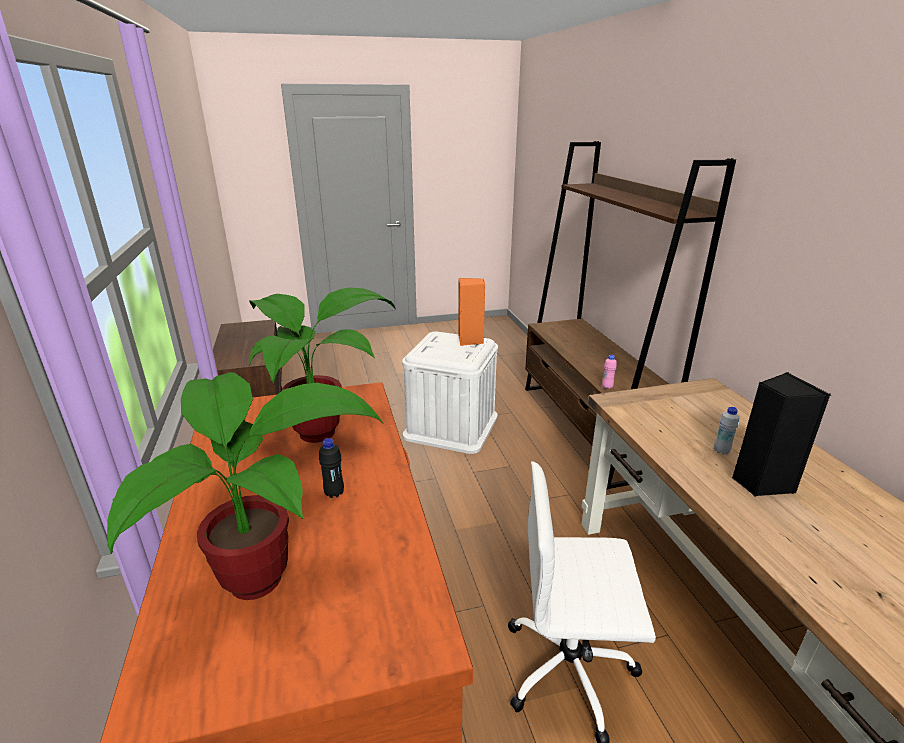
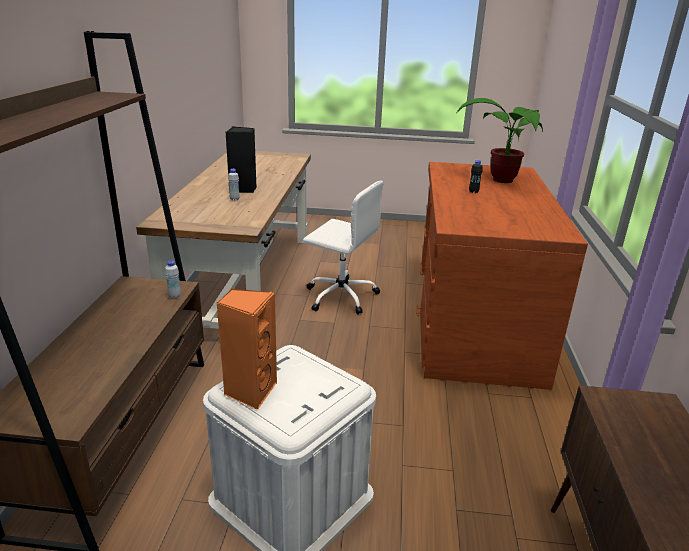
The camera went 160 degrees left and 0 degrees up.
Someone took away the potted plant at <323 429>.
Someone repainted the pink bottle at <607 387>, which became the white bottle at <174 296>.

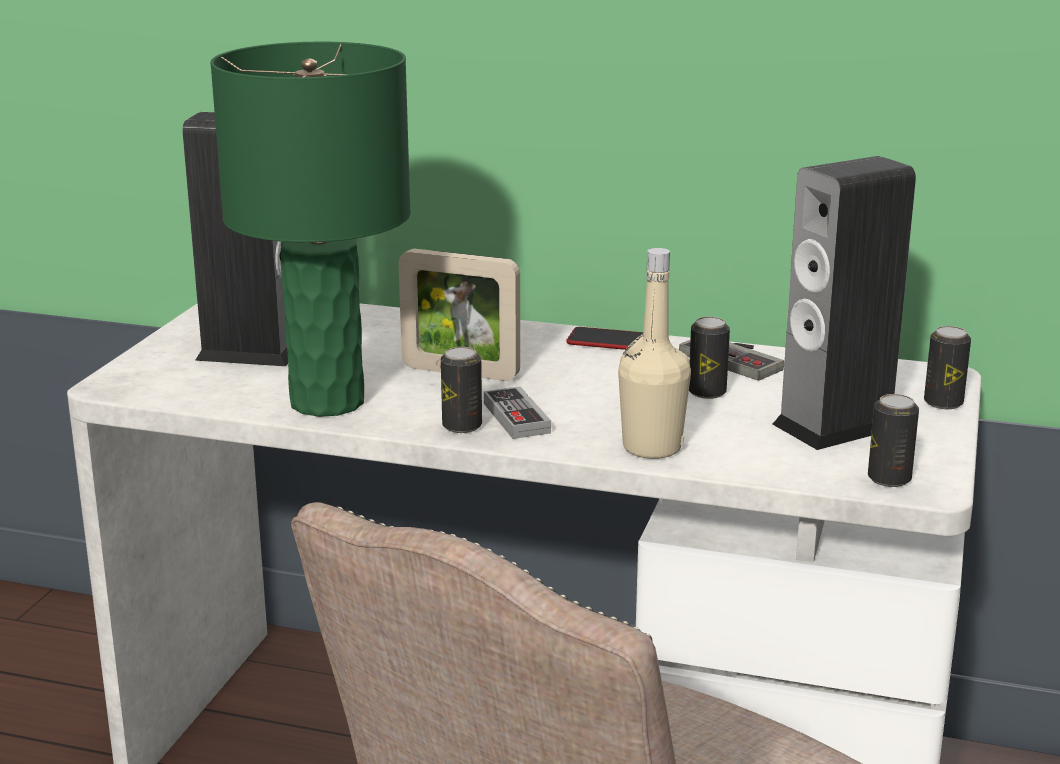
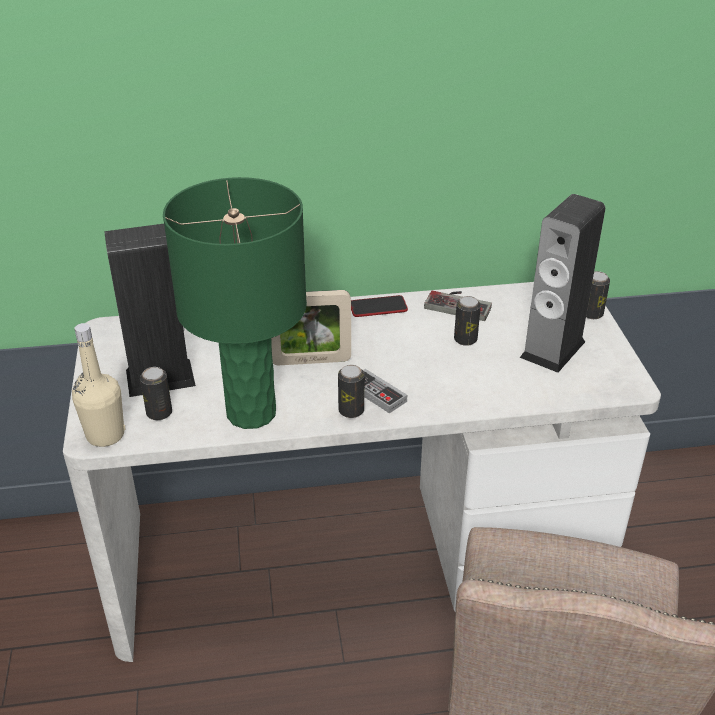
The camera went 25 degrees left and 15 degrees up.
Someone carried the beige bottle from <652 448> to <105 435>.
Someone carried the can from <889 479> to <159 413>.

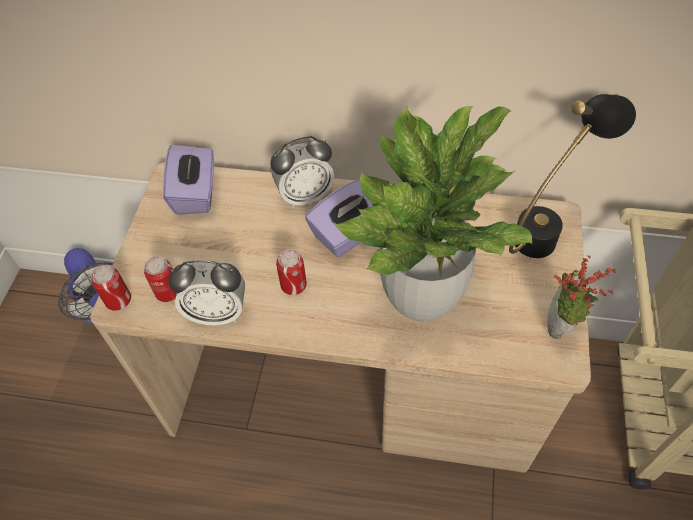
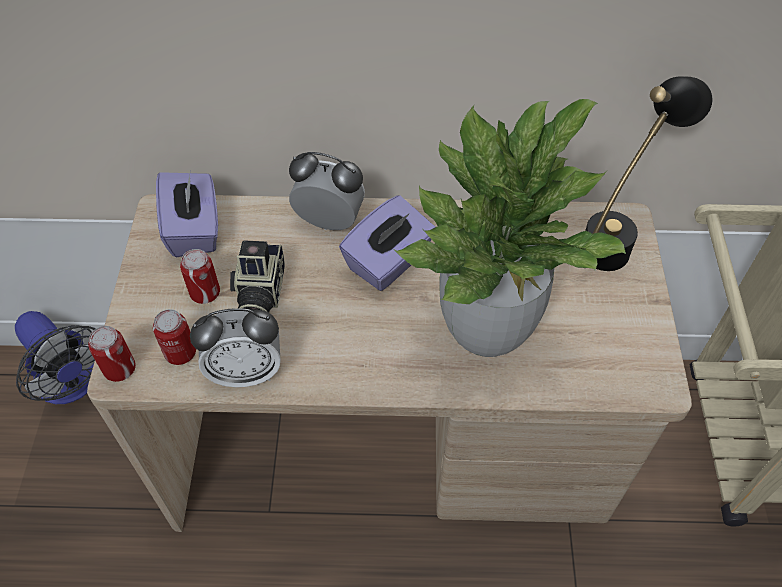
The camera went 10 degrees left and 0 degrees up.
Someone rotated the alarm clock at <305 196> by 135 degrees counterclockwise.
Someone carried the can from <293 285> to <205 293>.
Someone took away the potted plant at <561 328>.
Someone put down the photo camera at <259 293>.

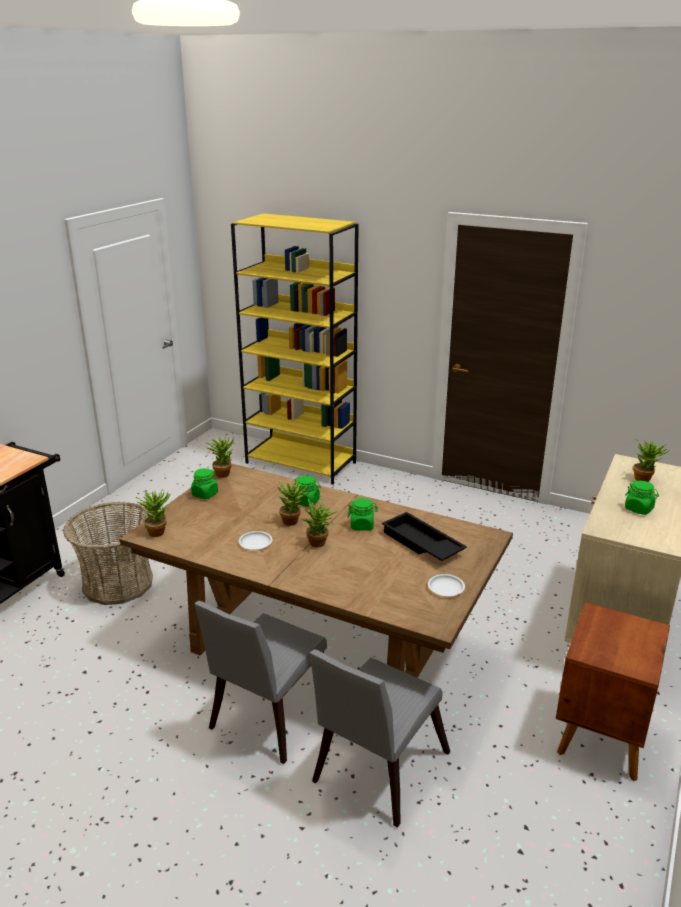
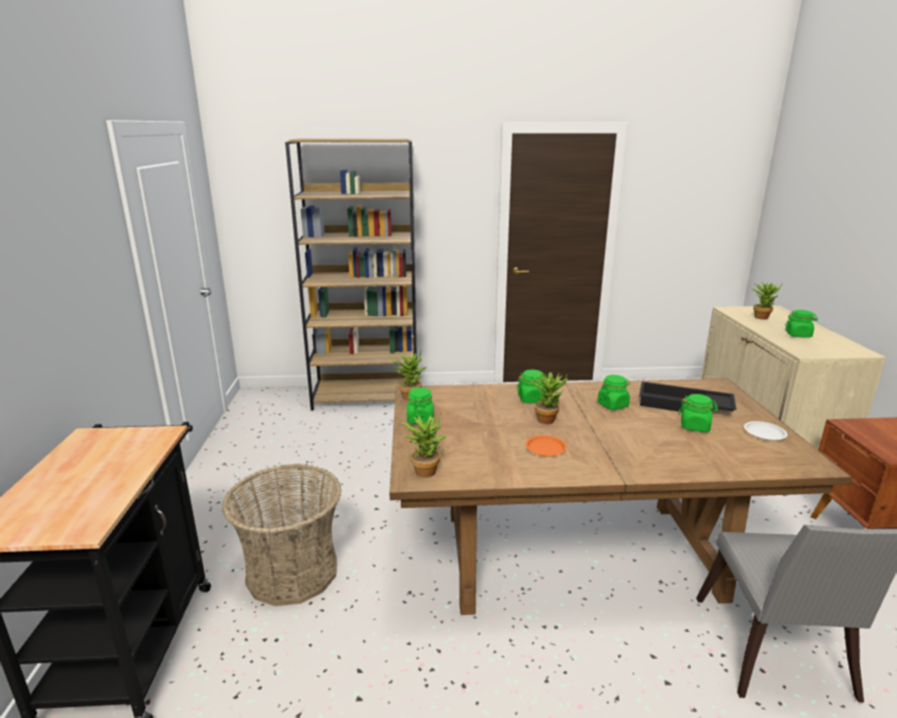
The camera went 30 degrees left and 5 degrees down.
Someone repainted the yellow bookcase at <301 463>, which became the brown bookcase at <367 397>.
Someone took away the potted plant at <319 544>.
Someone repainted the white plate at <255 542>, which became the orange plate at <545 448>.
Someone took away the grey chair at <268 718>.
Someone put down the green jar at <695 426>.

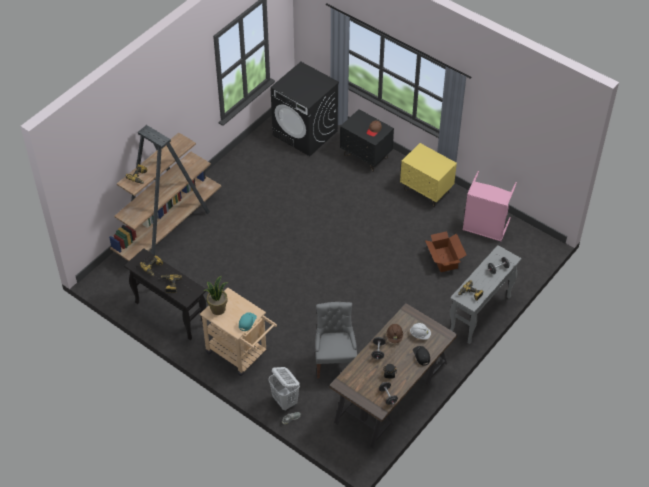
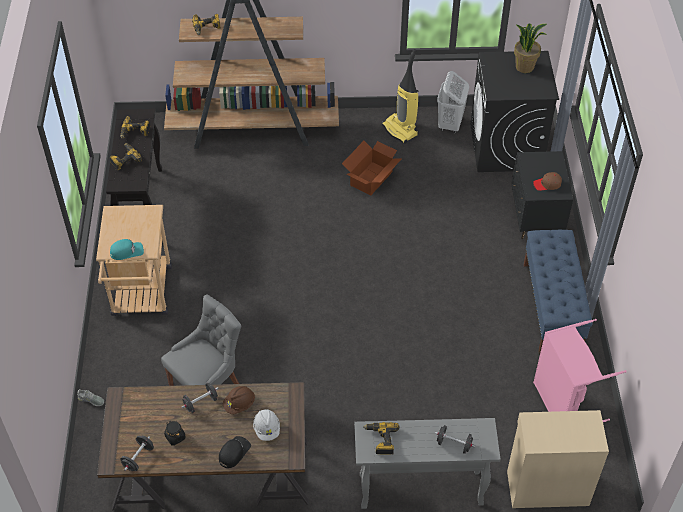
The camera went 50 degrees right and 0 degrees up.
Someone swapped the yellow nightstand at <426 191> for the blue bench at <551 307>.
Someone carried the cardboard box from <444 259> to <371 178>.
Someone carried the potted plant from <218 309> to <524 67>.
Someone carried the white laundry basket from <285 401> to <450 124>.
Someone put down the vacuum cleaner at <401 130>.
Someone put down the beige cabinet at <546 487>.

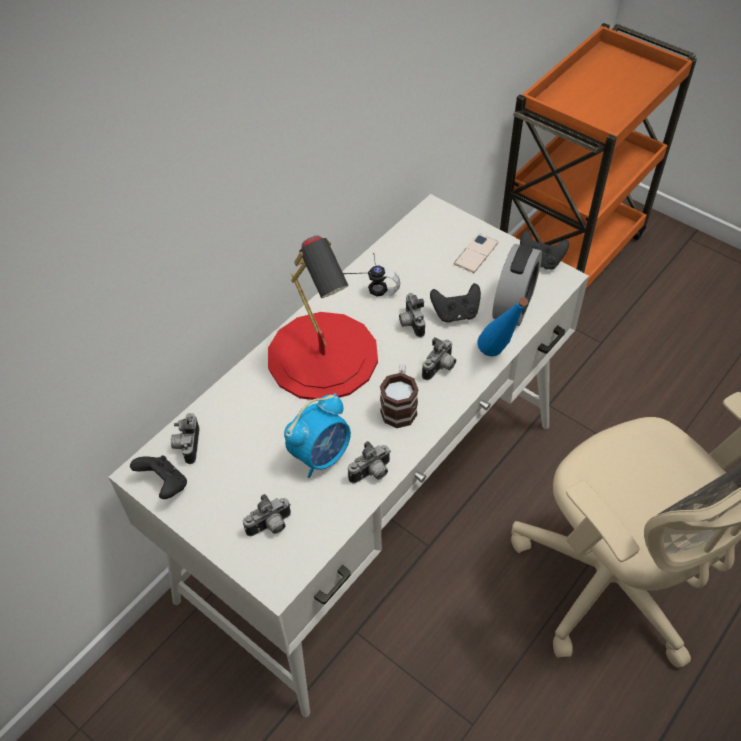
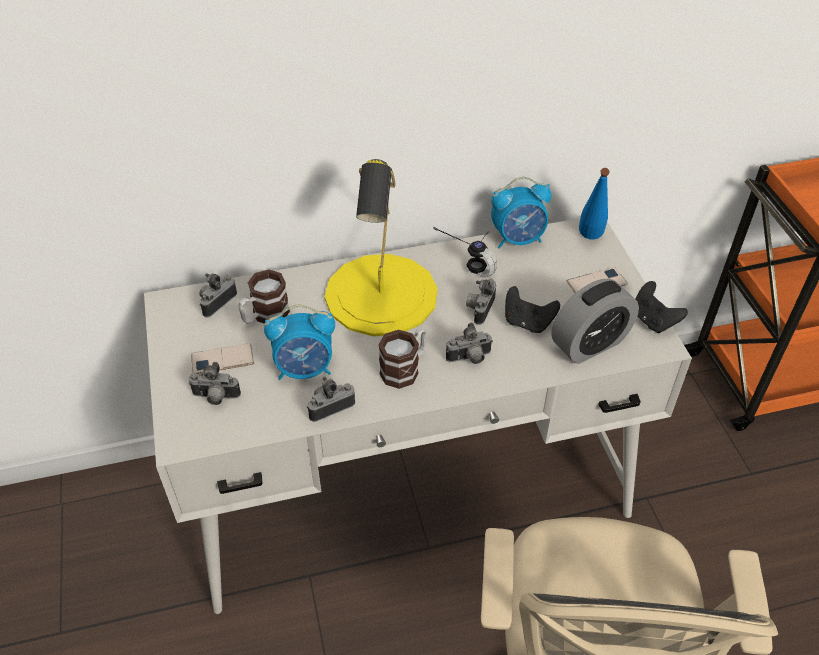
The camera went 35 degrees right and 5 degrees down.
Someone repainted the red table lamp at <323 356>, which became the yellow table lamp at <381 294>.
Someone carried the blue bottle from <498 358> to <589 241>.
Someone rotated the photo camera at <372 473> by 150 degrees clockwise.
Someone took away the black game controller at <165 485>.
Someone put down the alarm clock at <518 239>.
Someone put down the mug at <264 316>.
Someone put down the phone at <222 359>.

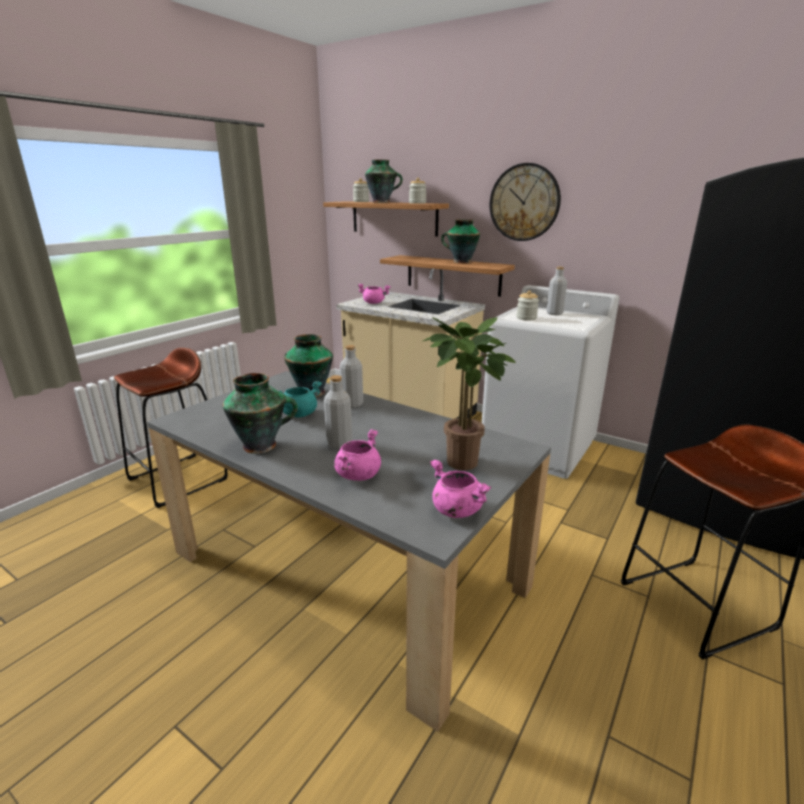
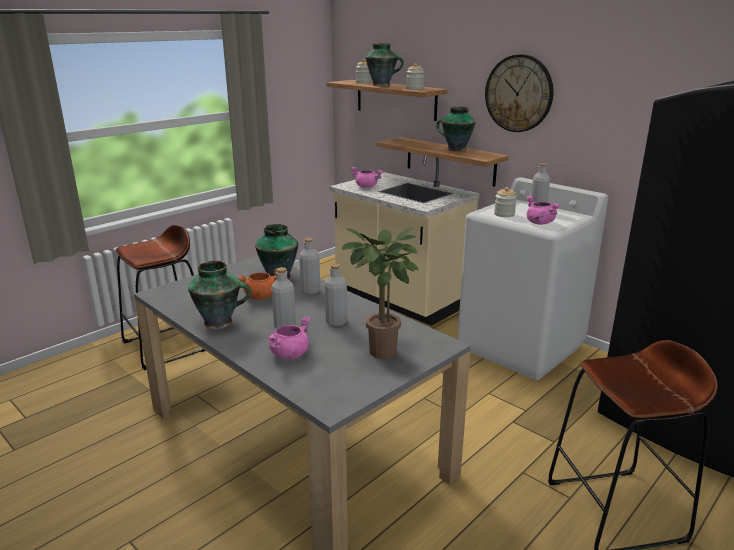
The camera went 10 degrees right and 0 degrees up.
Someone repainted the turquoise cooking pot at <299 414>, which became the orange cooking pot at <261 296>.
Someone carried the pink cooking pot from <456 509> to <539 223>.
Someone put down the grey bottle at <336 322>.

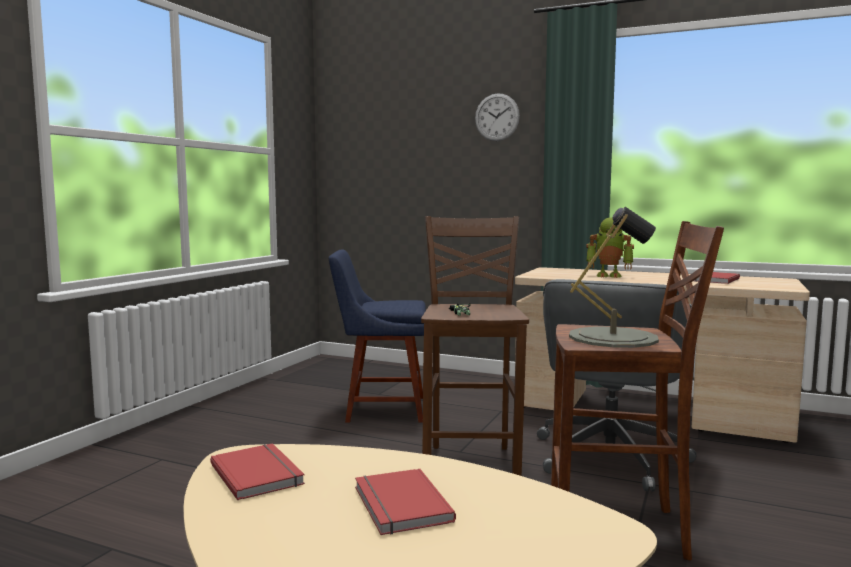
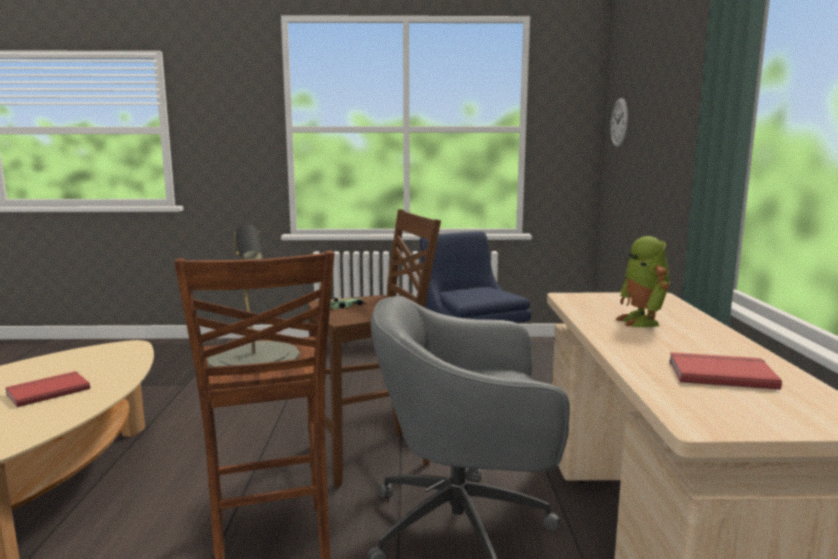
The camera went 65 degrees right and 5 degrees up.
Someone carried the wall clock from <497 117> to <619 123>.
Someone took away the red book at <259 473>.

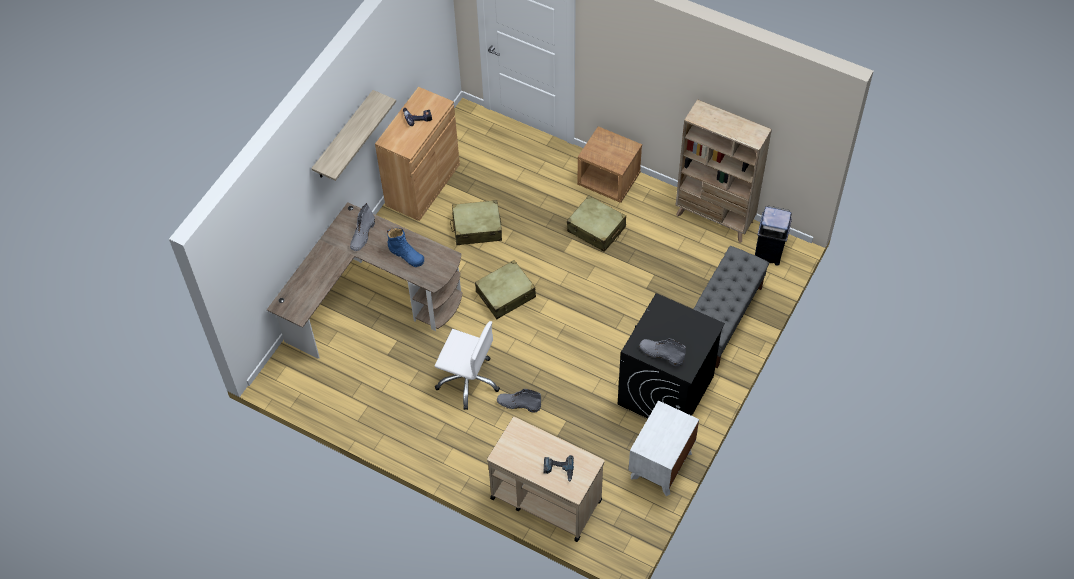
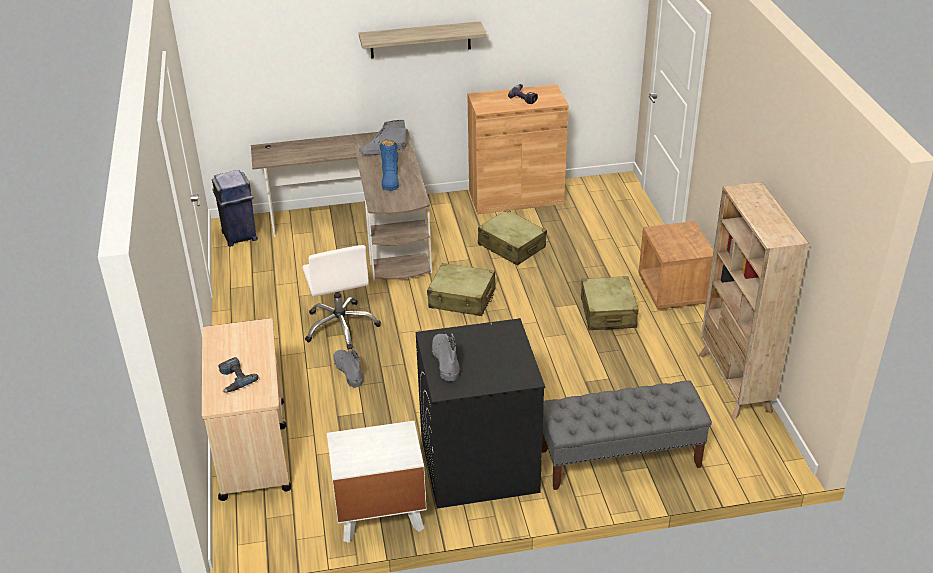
The camera went 50 degrees right and 20 degrees down.
Someone carried the blue trash can from <769 253> to <239 236>.

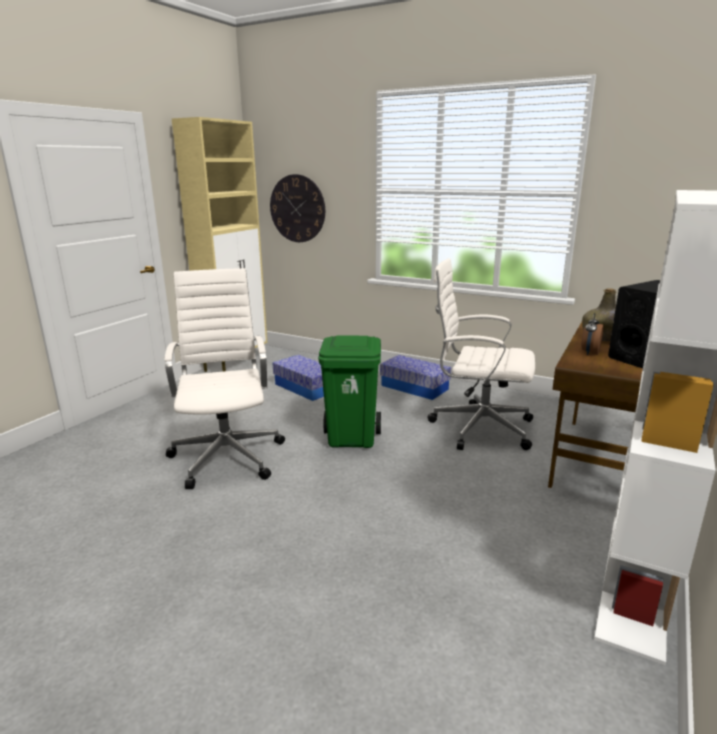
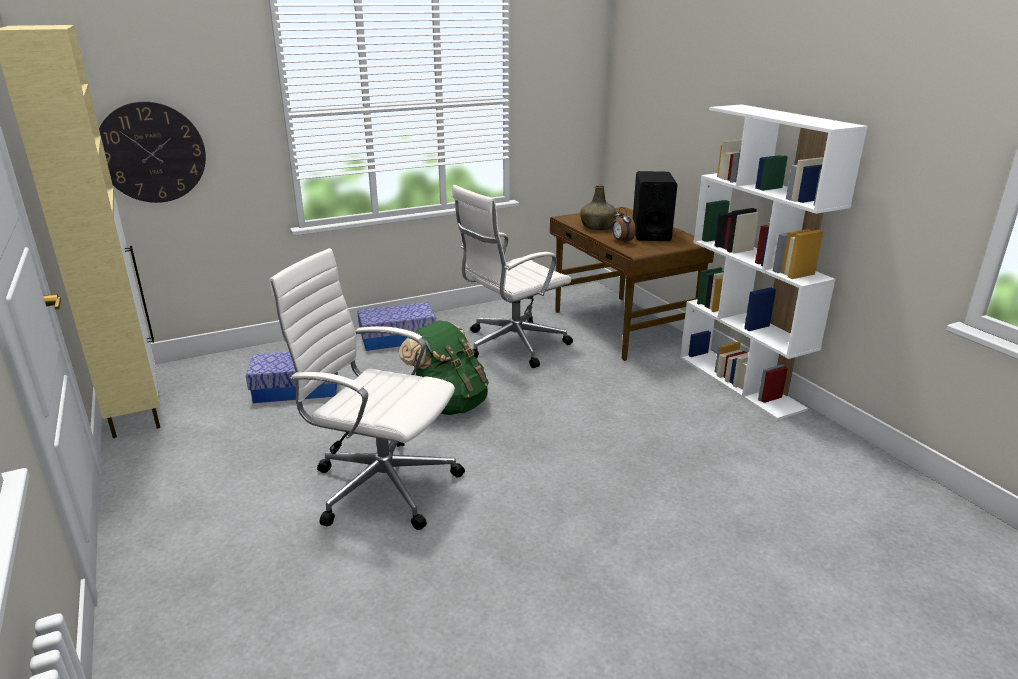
The camera went 55 degrees left and 5 degrees up.
Someone swapped the green trash can at <352 438> for the green backpack at <448 404>.

